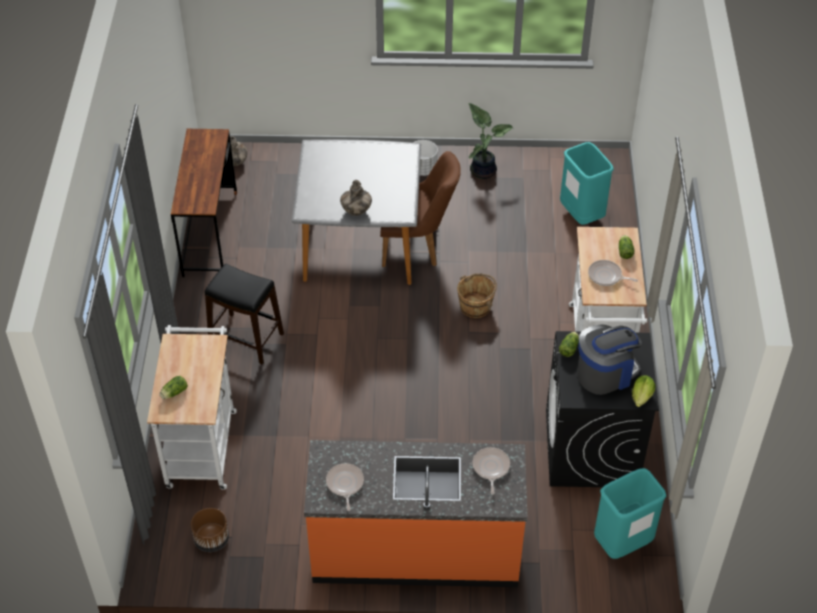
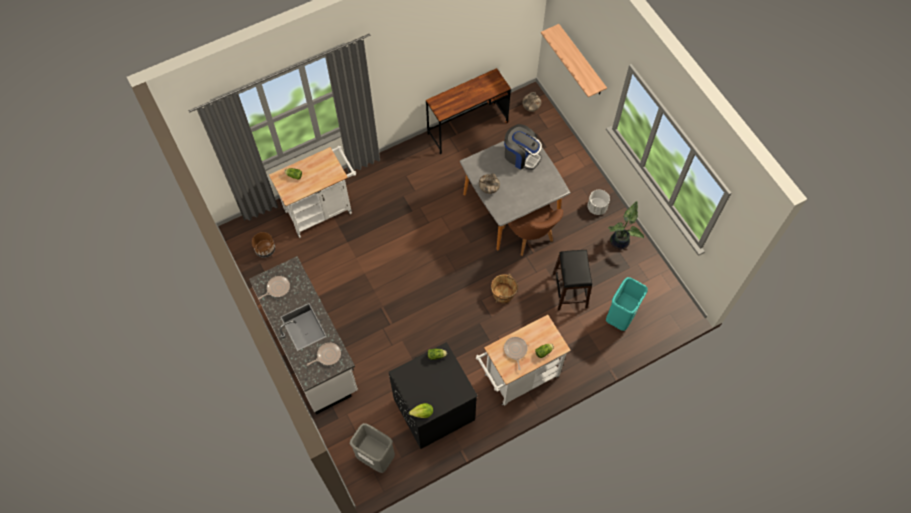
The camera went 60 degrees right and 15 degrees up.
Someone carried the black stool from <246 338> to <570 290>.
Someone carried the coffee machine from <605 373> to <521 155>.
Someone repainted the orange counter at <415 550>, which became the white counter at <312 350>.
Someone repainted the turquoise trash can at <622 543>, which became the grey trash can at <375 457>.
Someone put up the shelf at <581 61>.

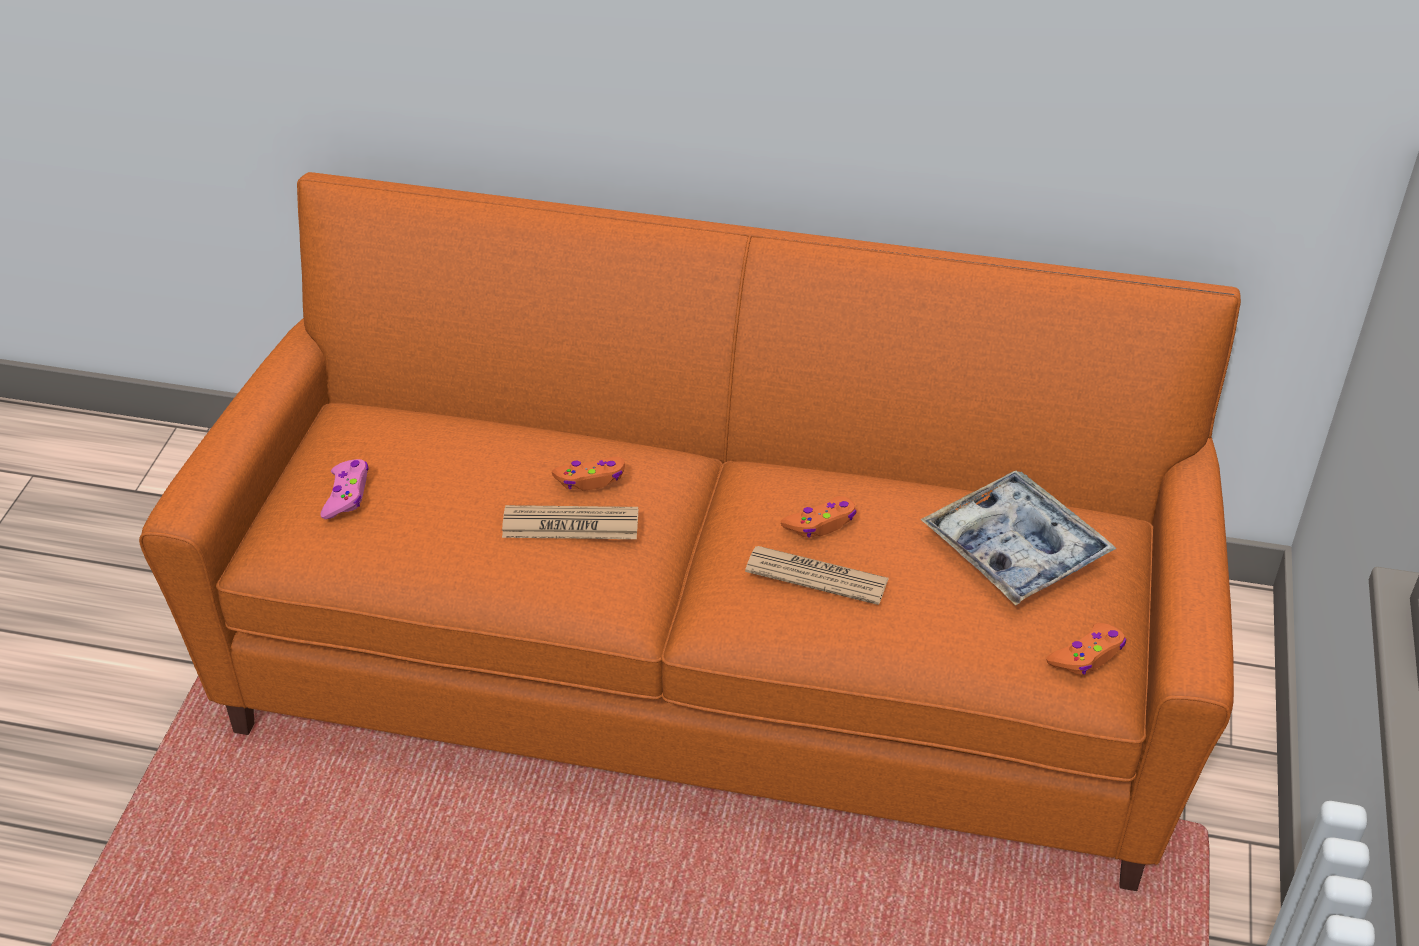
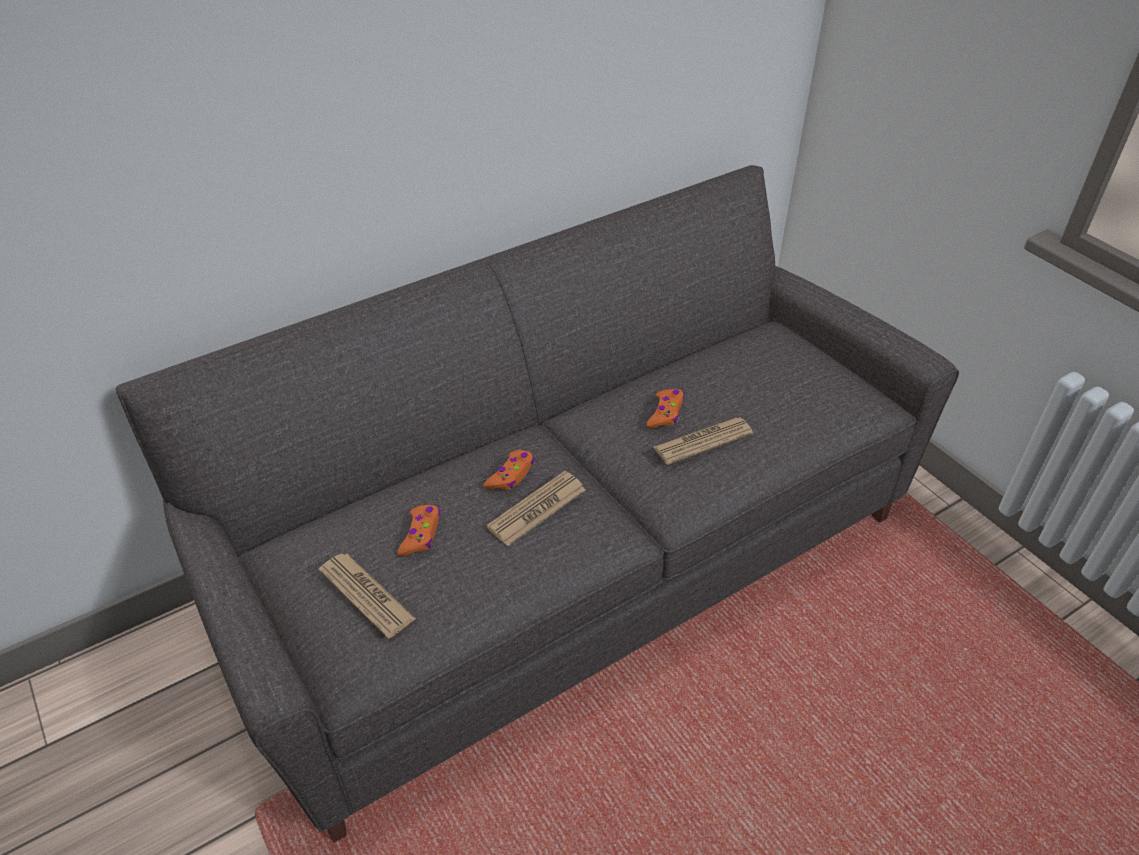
The camera went 45 degrees left and 0 degrees up.
Someone repainted the orange sofa at <710 659>, which became the grey sofa at <569 561>.
Someone swapped the pink game controller at <347 495> for the newspaper at <366 595>.
Someone took away the tray at <1015 549>.
Someone carried the orange game controller from <1087 656> to <421 534>.

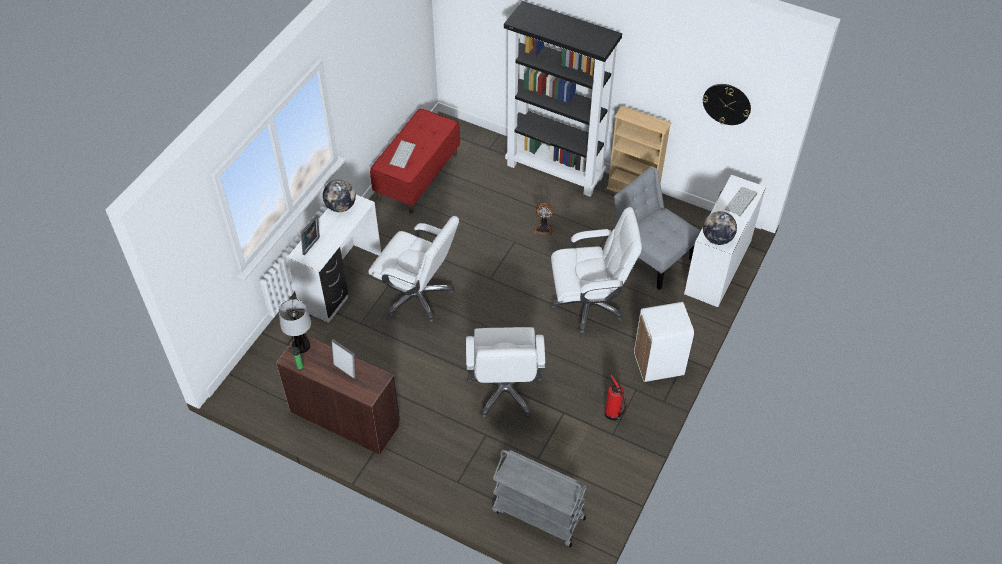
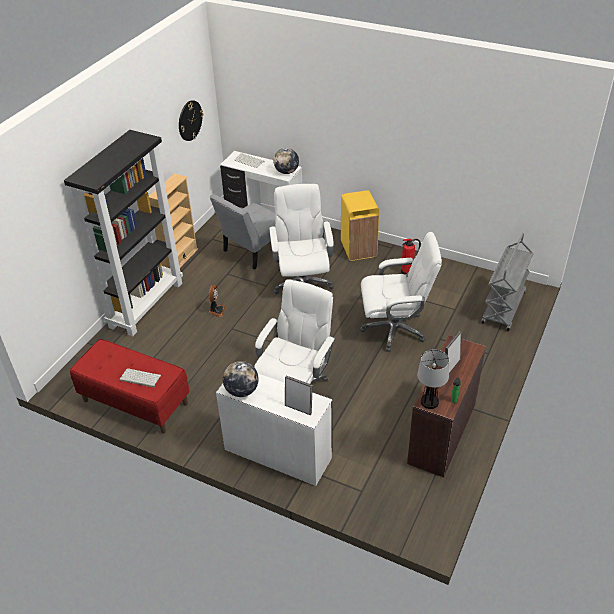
The camera went 90 degrees left and 10 degrees down.
Someone repainted the white trash can at <659 364>, which became the yellow trash can at <359 249>.

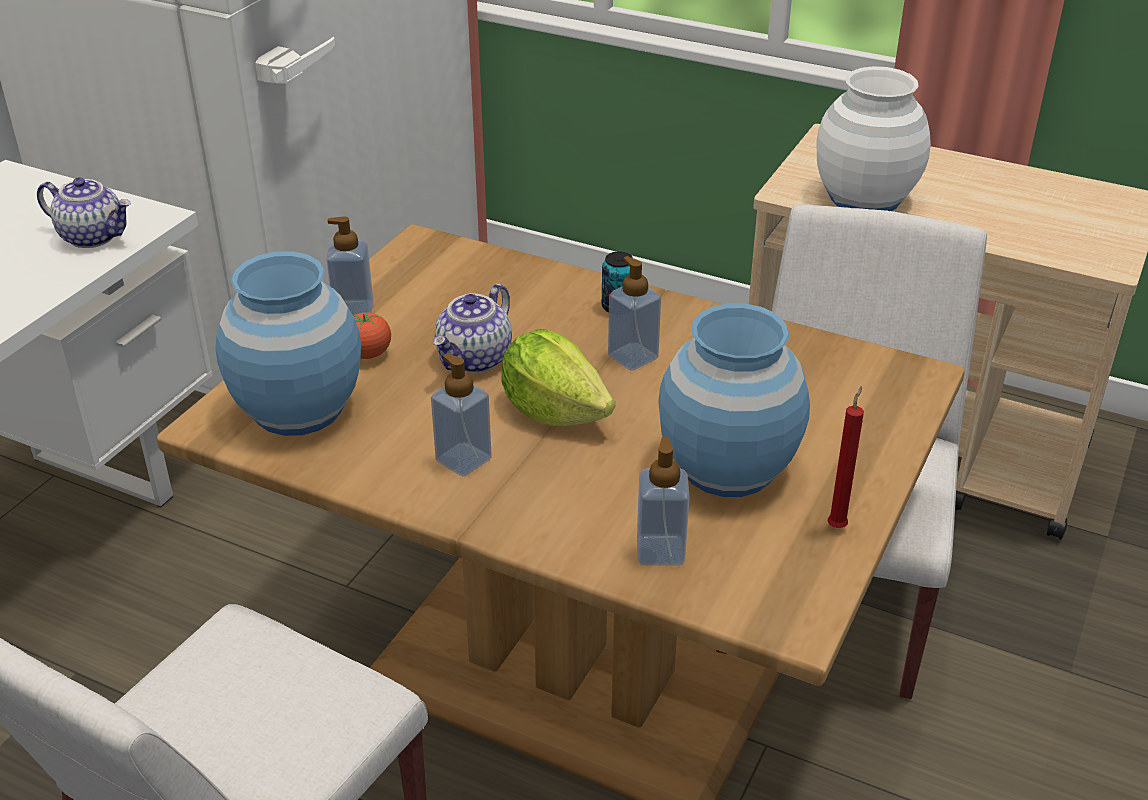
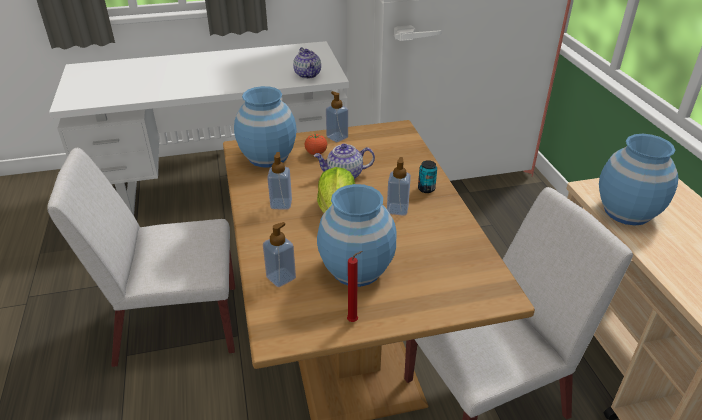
The camera went 50 degrees right and 0 degrees up.
Someone repainted the white vase at <864 198>, which became the blue vase at <626 211>.

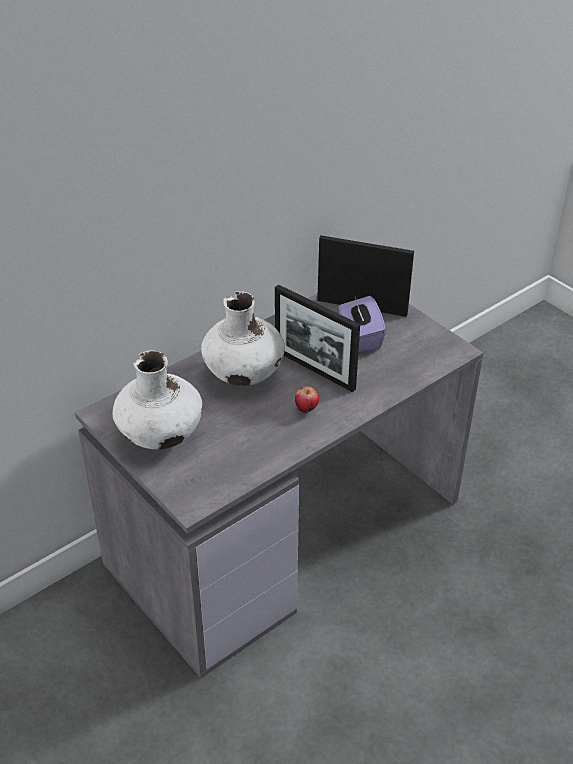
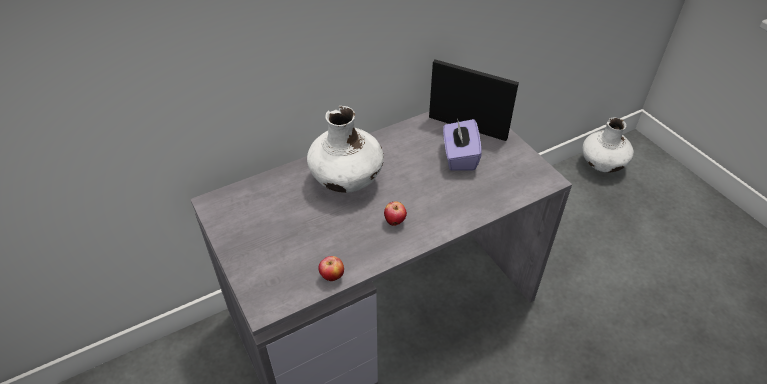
The camera went 10 degrees right and 5 degrees up.
Someone took away the picture frame at <314 369>.
Someone carried the white vase from <161 435> to <602 165>.
Someone put down the apple at <332 277>.

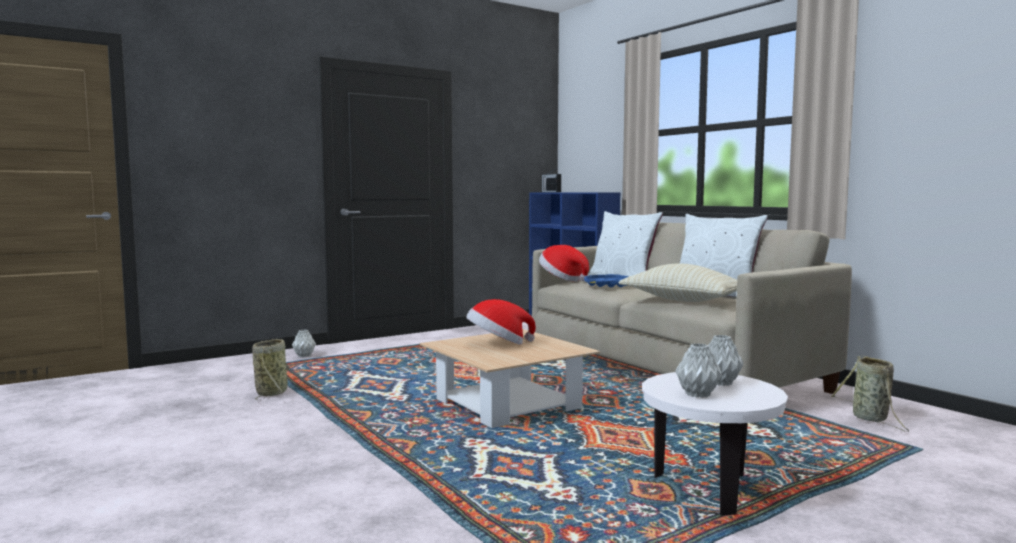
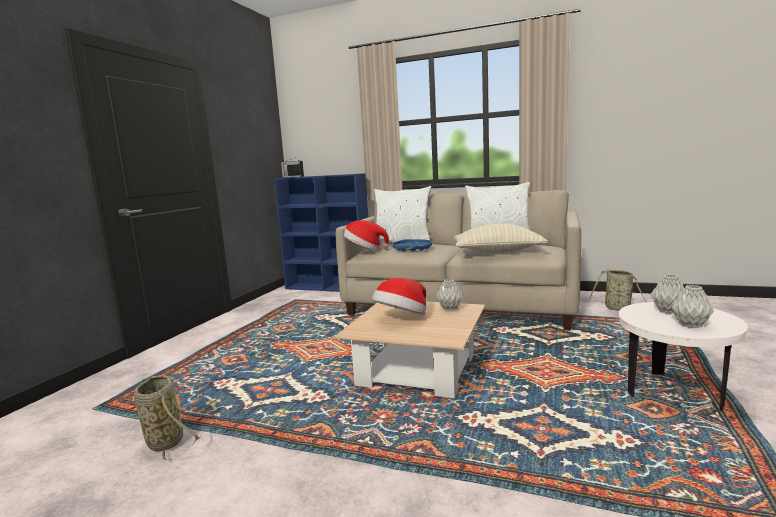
The camera went 35 degrees left and 5 degrees up.
Someone carried the grey vase from <304 356> to <450 308>.

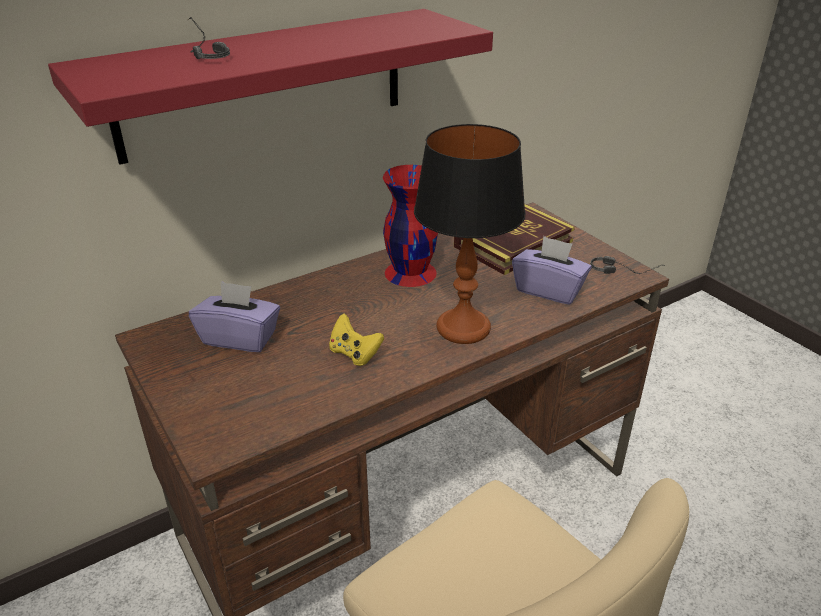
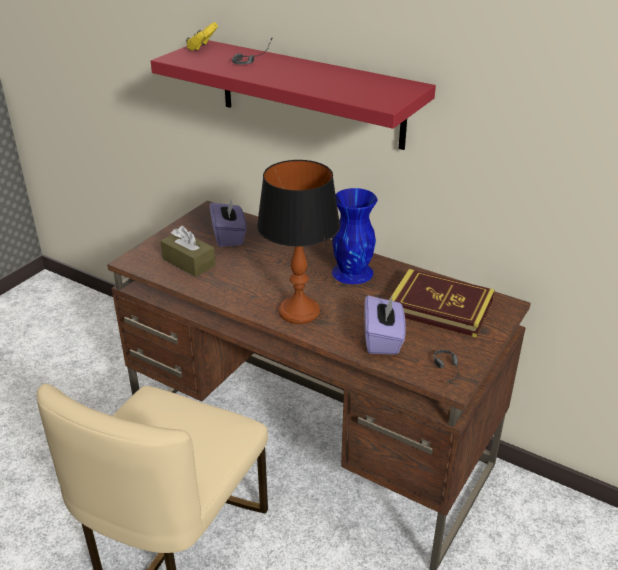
The camera went 65 degrees right and 0 degrees up.
Someone repainted the red vase at <409 272>, which became the blue vase at <352 272>.
Someone carried the yellow game controller from <354 354> to <202 48>.
Someone put down the brown tissue box at <189 262>.

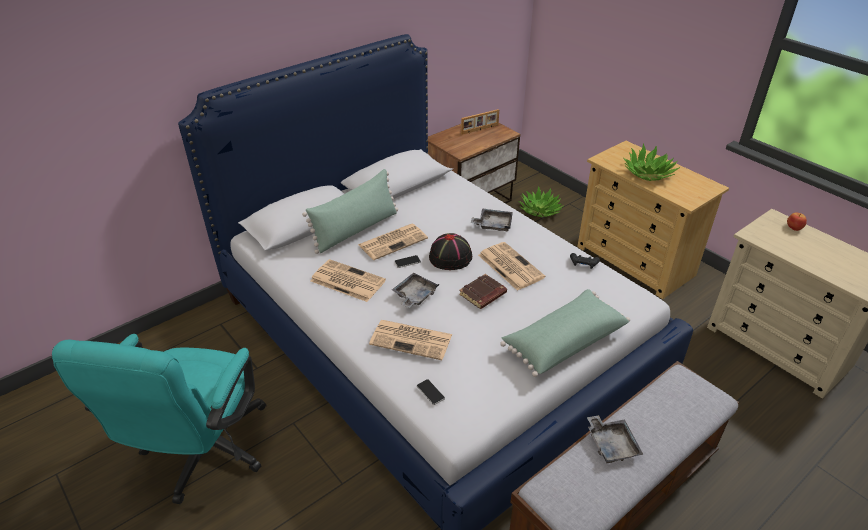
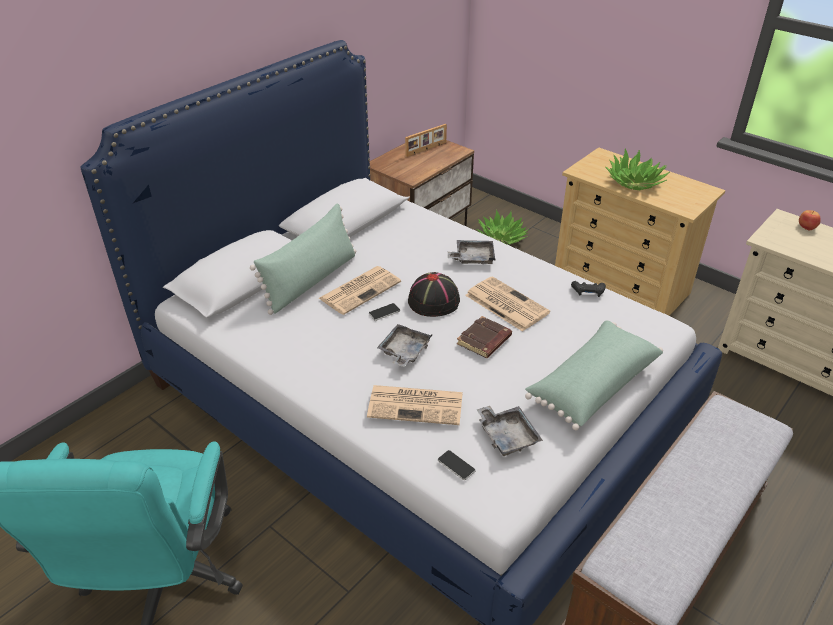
The camera went 10 degrees left and 0 degrees up.
Someone took away the newspaper at <346 281>.
Someone carried the grey tray from <611 444> to <507 436>.

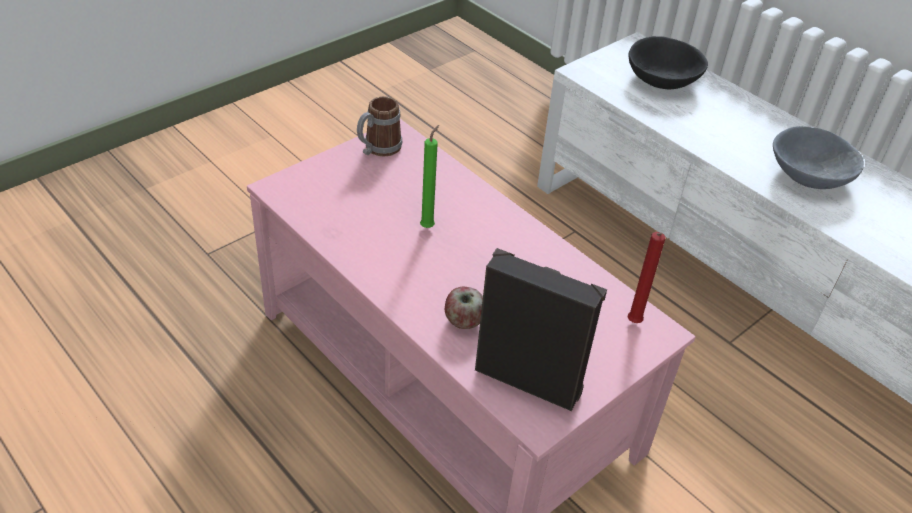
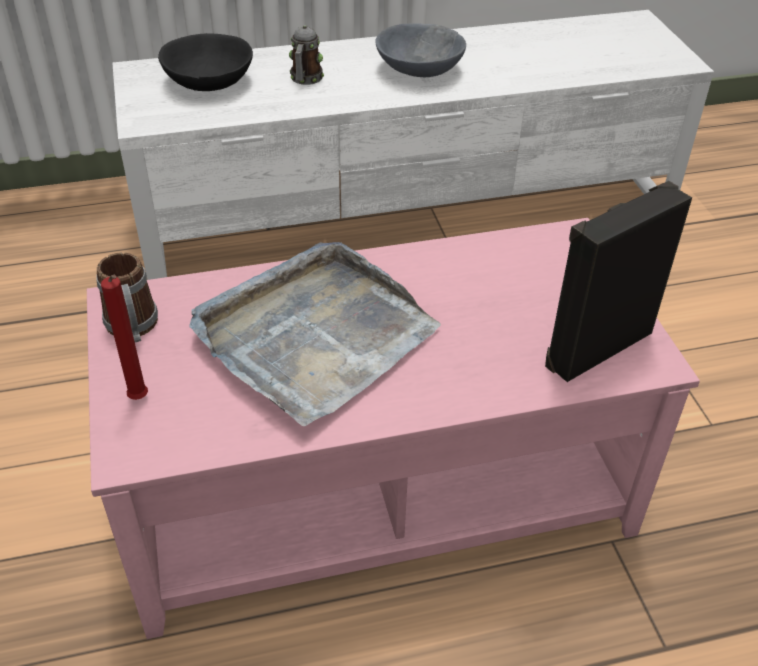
The camera went 60 degrees left and 0 degrees up.
Someone swapped the green candle at <428 226> for the grey tray at <314 335>.
Someone carried the red candle from <633 323> to <140 400>.
Someone took away the apple at <464 321>.
Someone put down the mug at <305 80>.

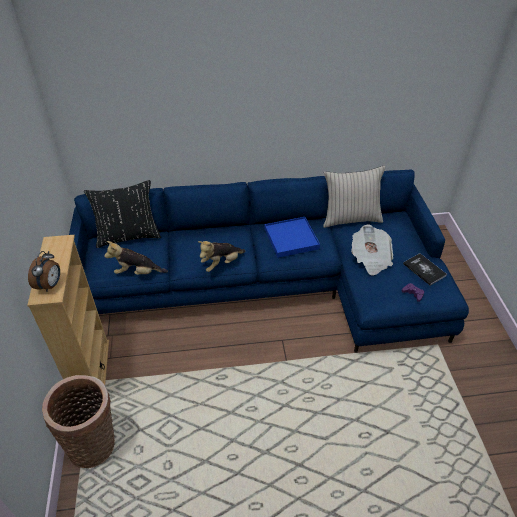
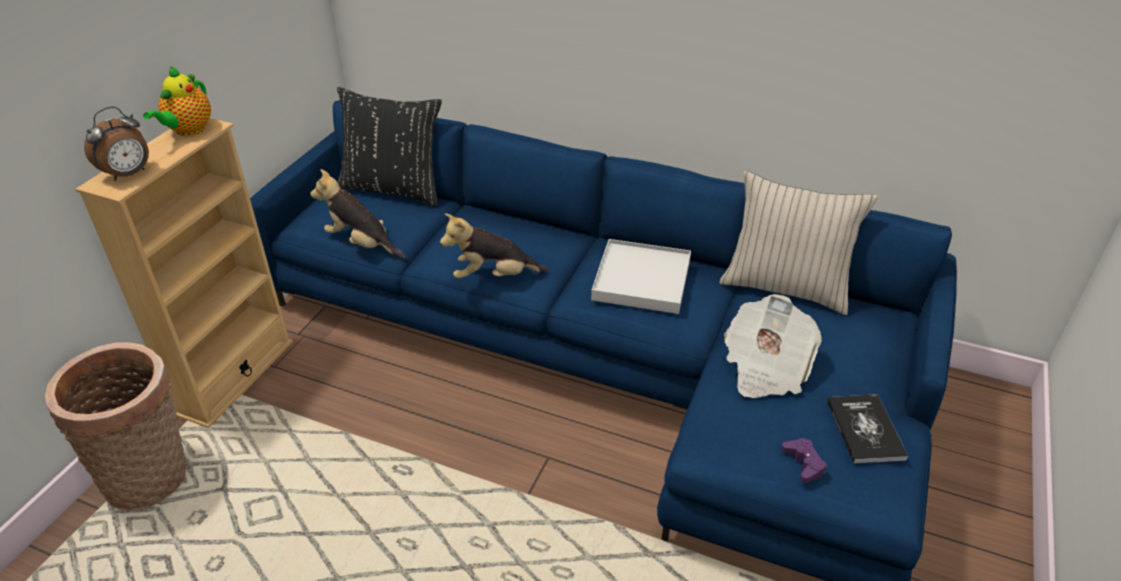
The camera went 30 degrees right and 5 degrees down.
Someone repainted the blue tray at <291 238>, which became the white tray at <642 280>.
Someone put down the teapot at <188 131>.

